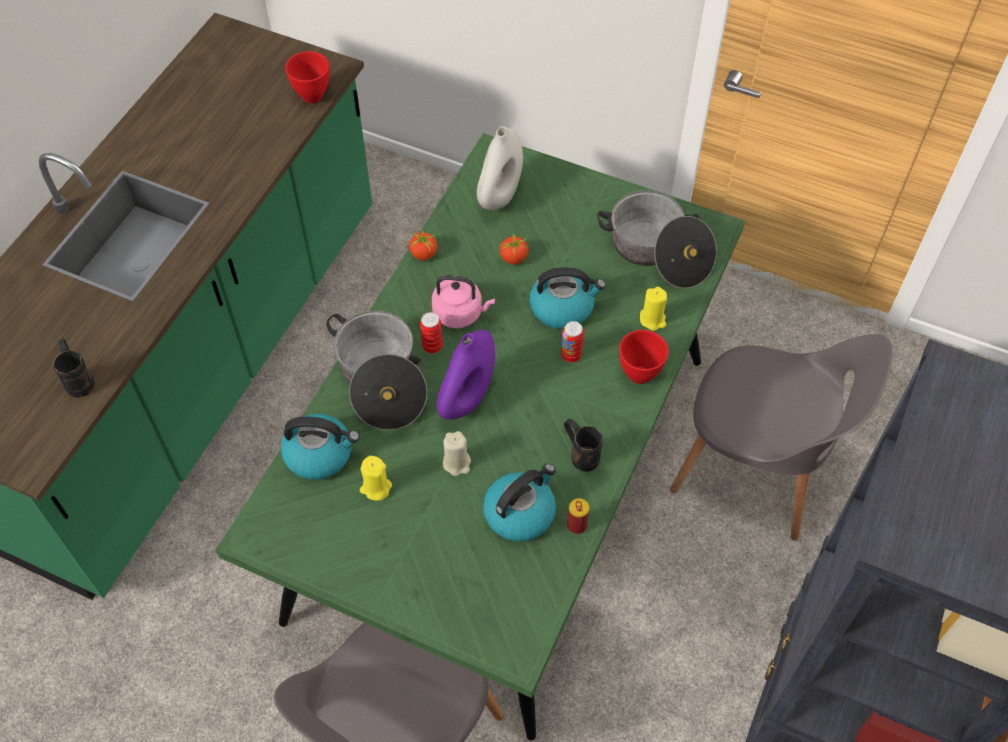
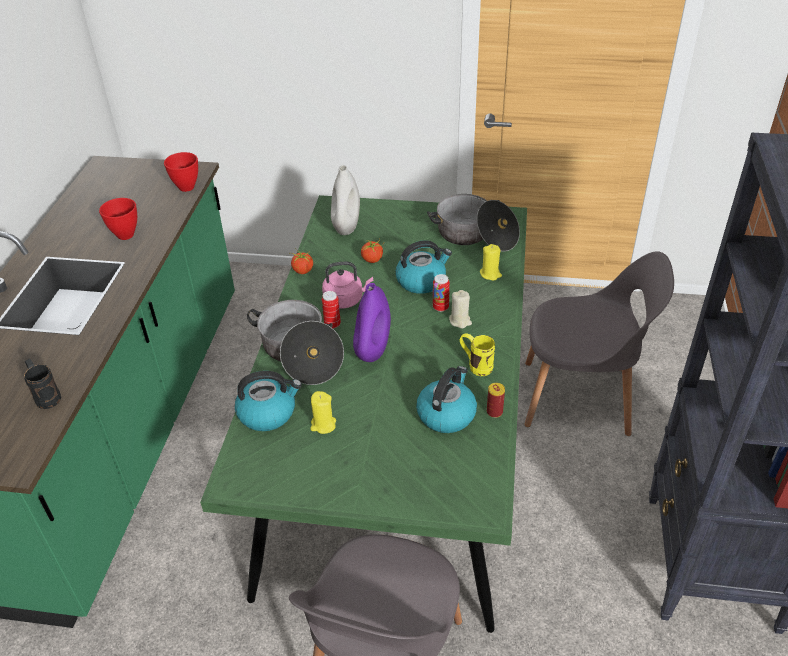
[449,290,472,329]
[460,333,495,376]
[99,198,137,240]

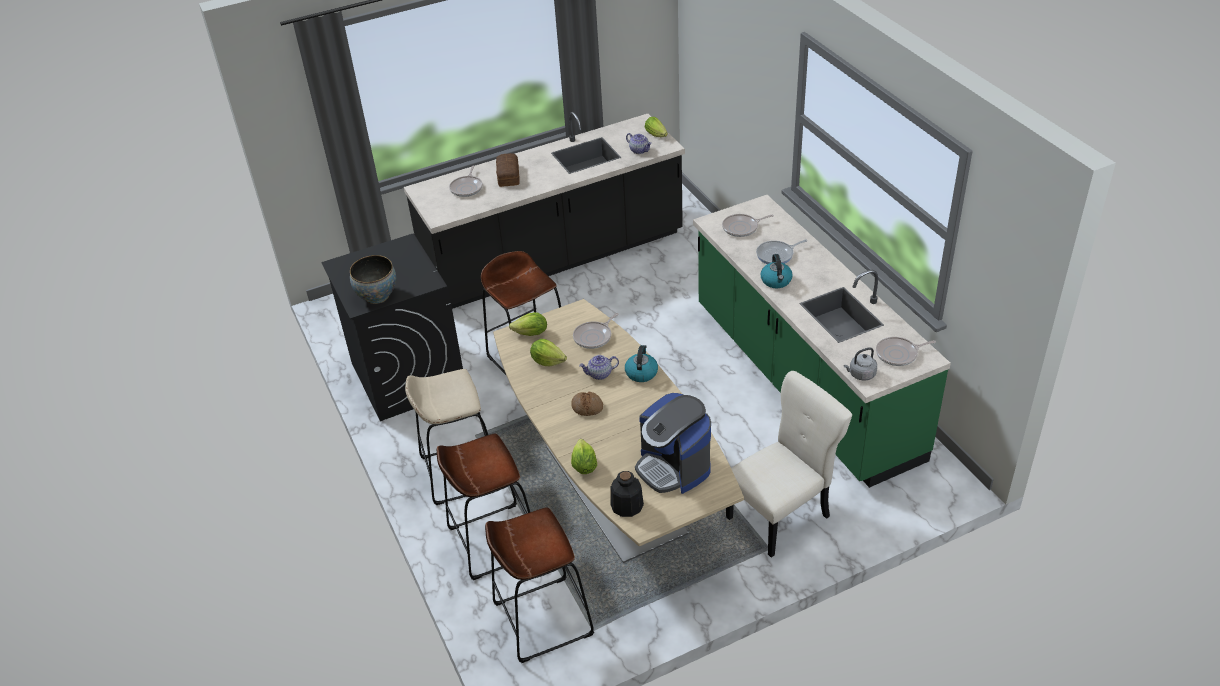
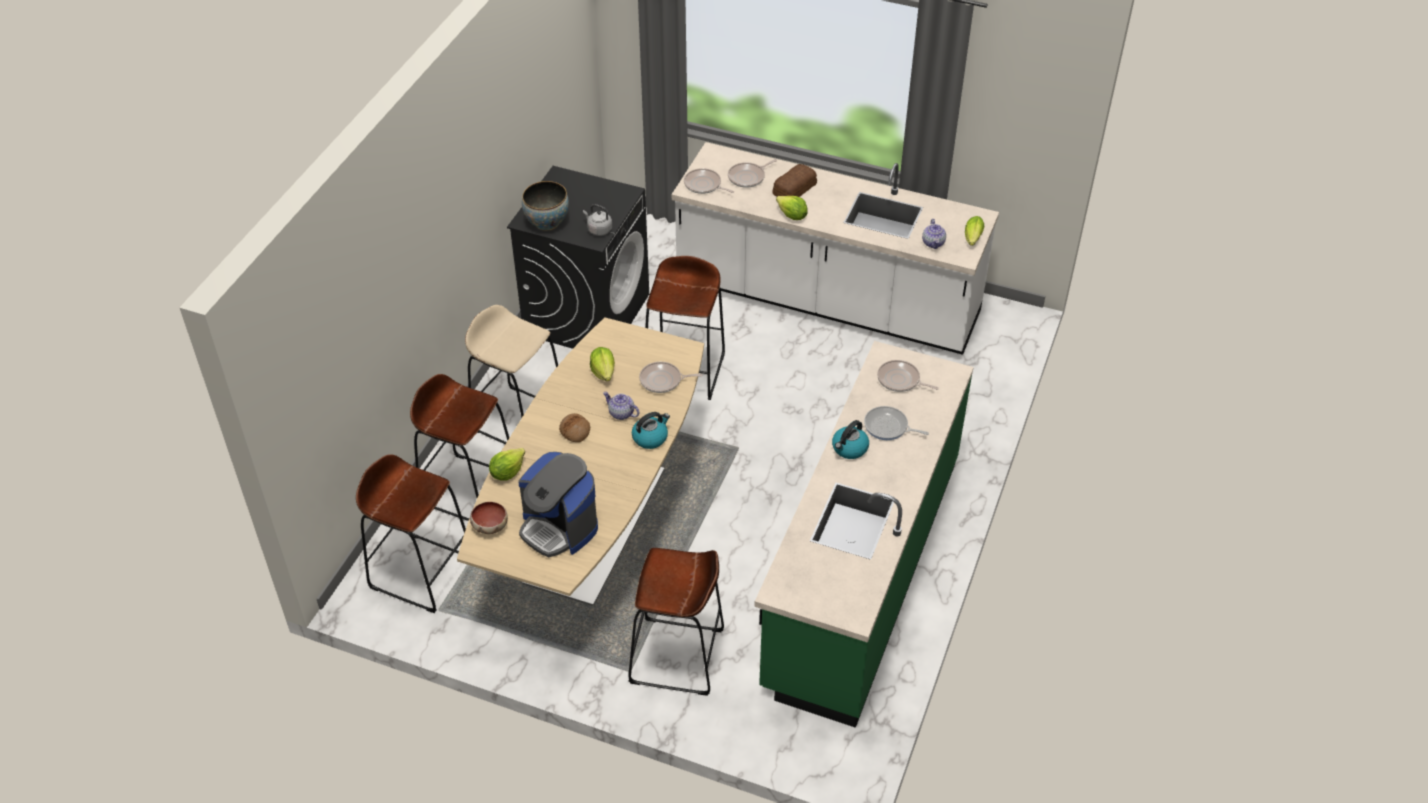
[672,142,999,355]
[776,196,808,220]
[470,502,508,534]
[518,452,598,557]
[628,548,724,696]
[583,204,612,236]
[684,168,734,194]

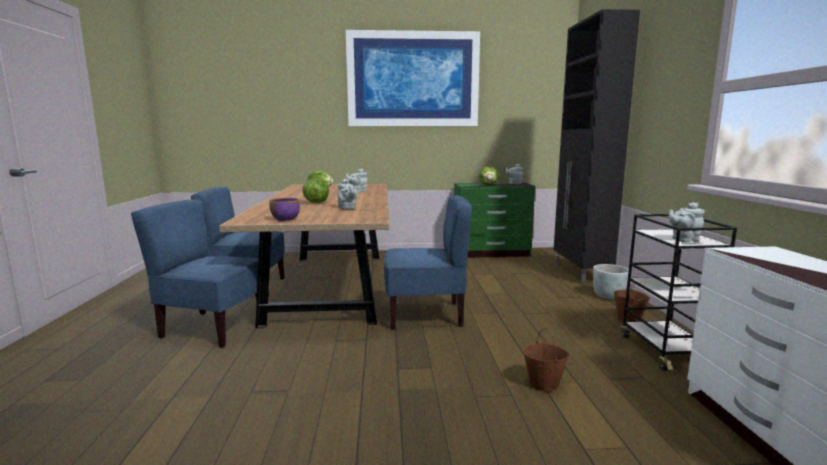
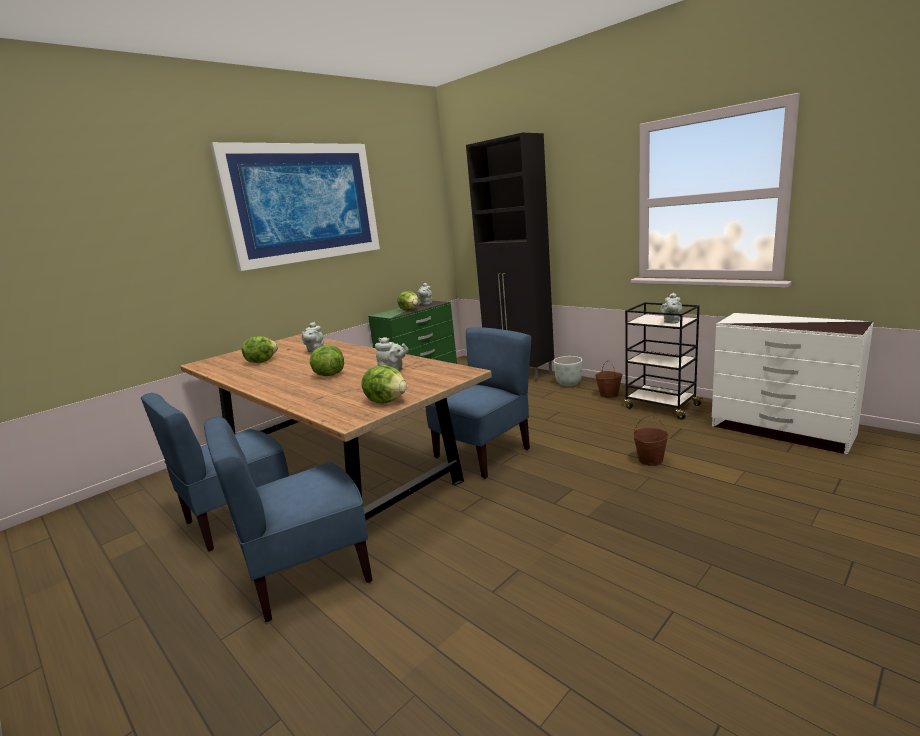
[361,365,407,403]

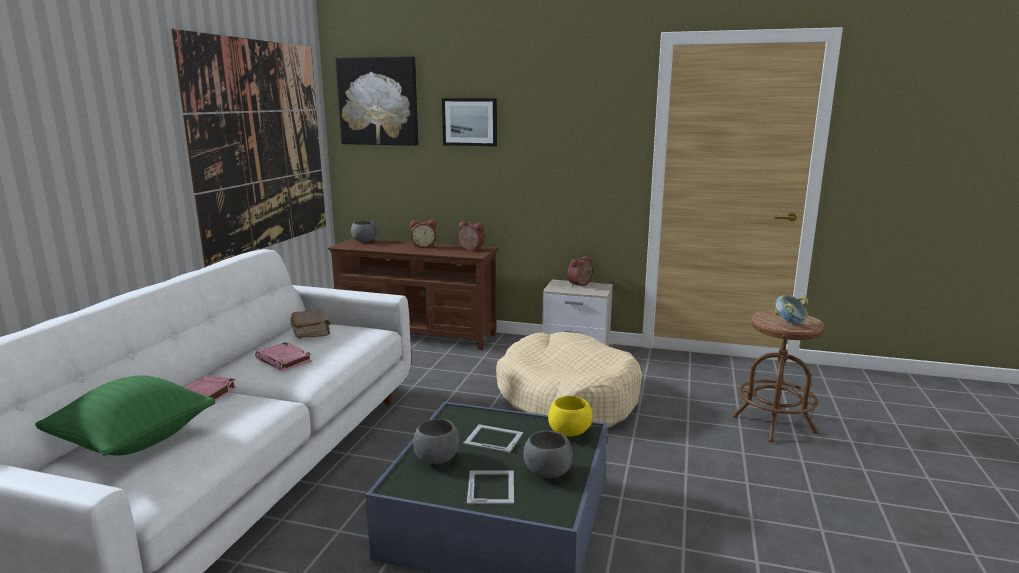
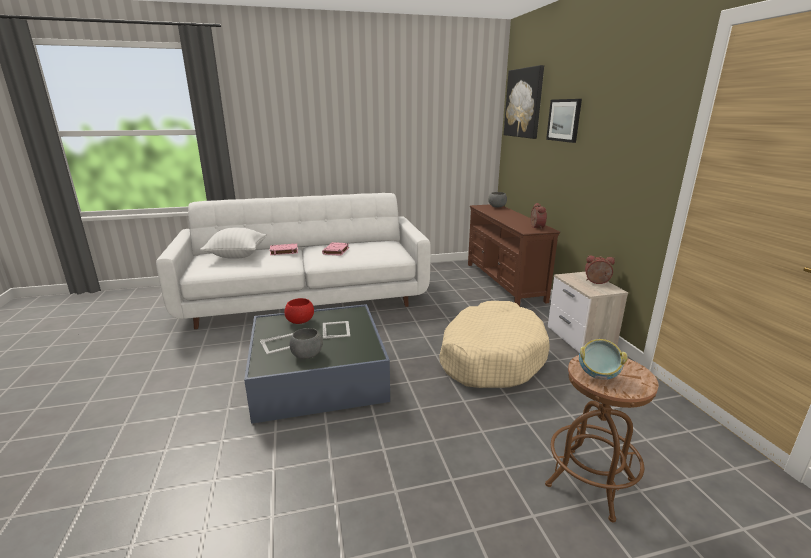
[200,227,267,259]
[171,29,326,267] (first image)
[290,309,331,339] (first image)
[410,220,436,248] (first image)
[284,298,314,324]
[548,396,592,437] (first image)

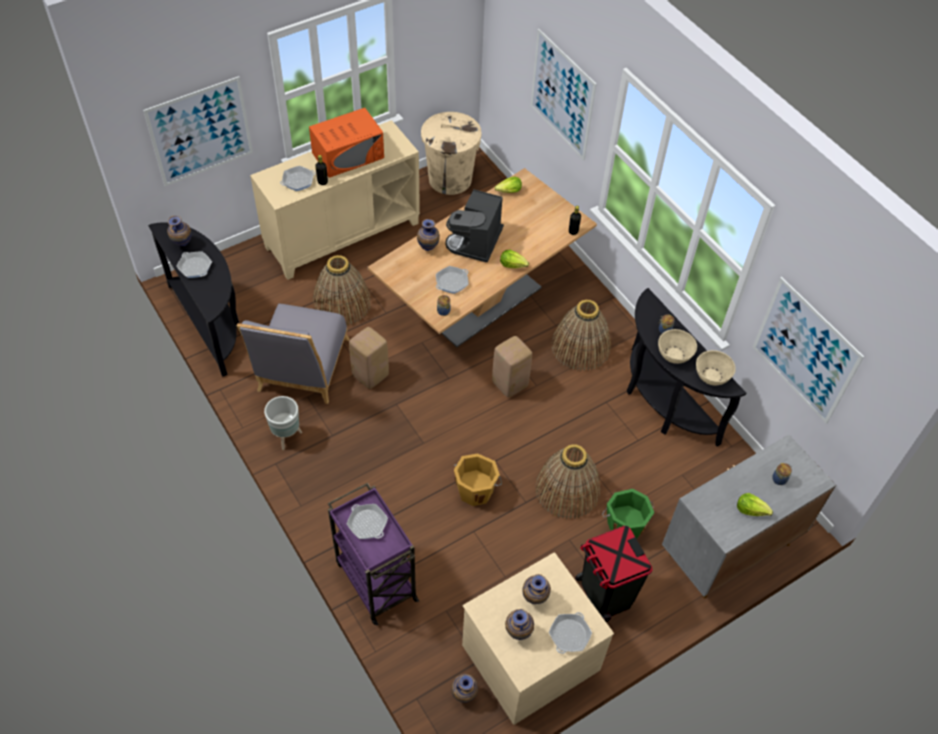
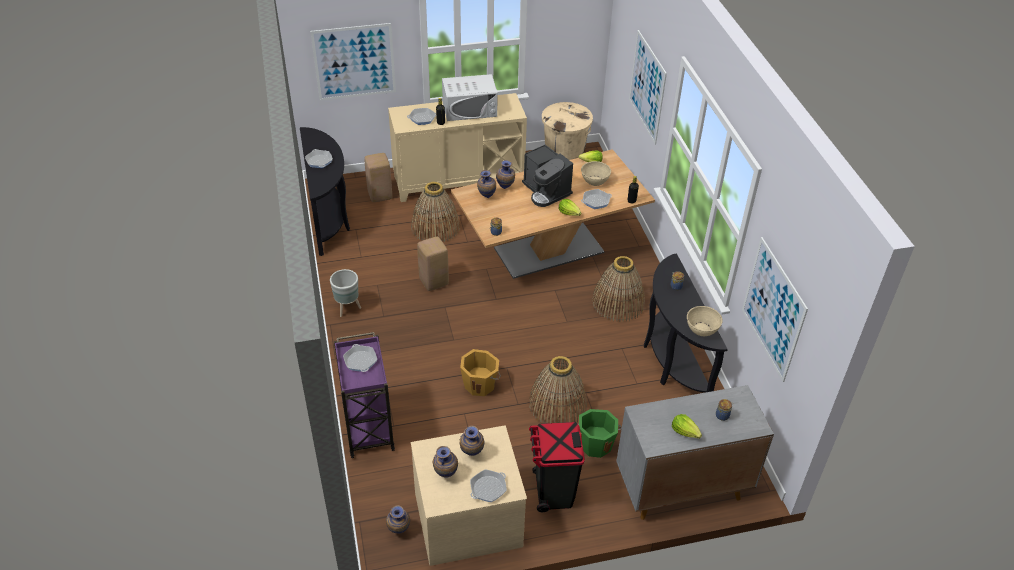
[477,170,496,198]
[236,304,350,404] (first image)
[442,74,498,121]
[581,189,612,209]
[522,145,573,207]
[364,153,392,202]
[581,161,611,186]

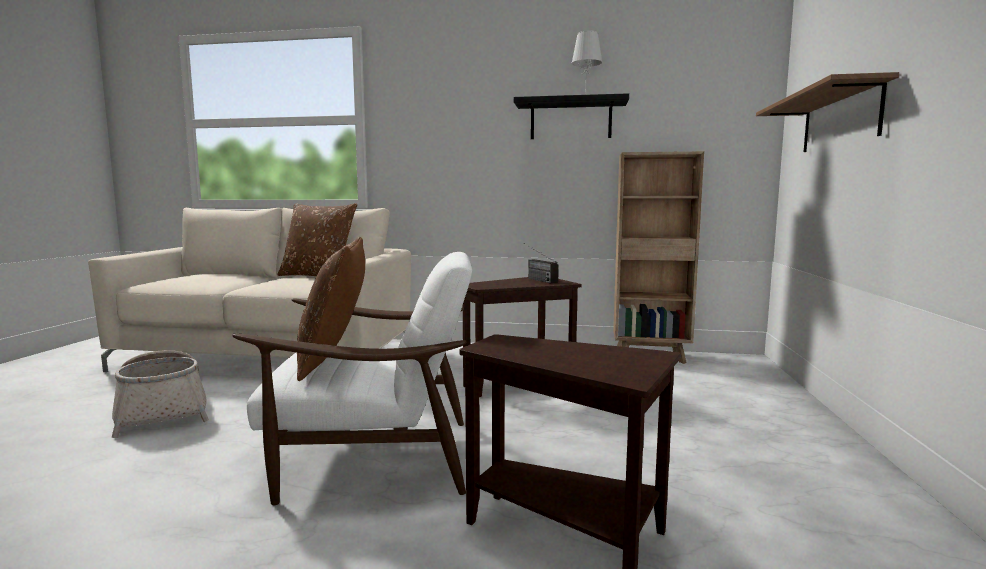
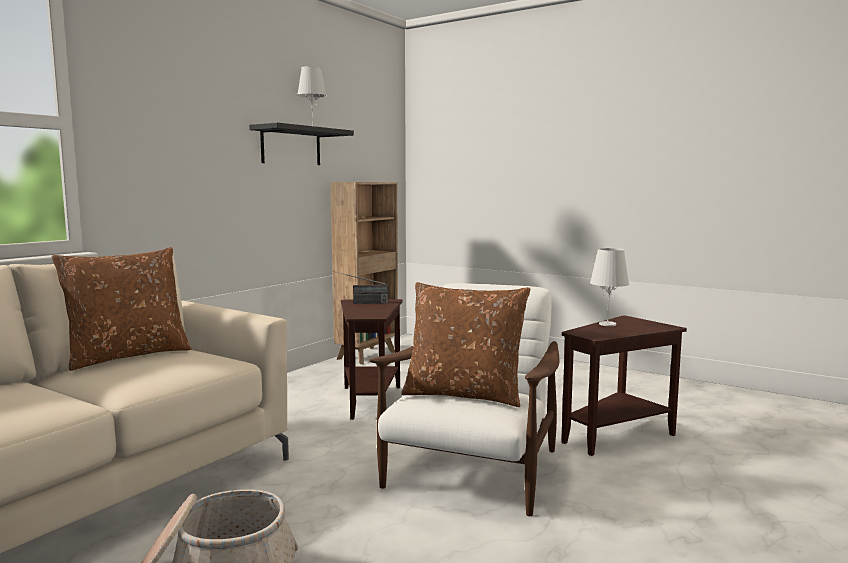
[756,72,899,152] (first image)
[590,248,629,326]

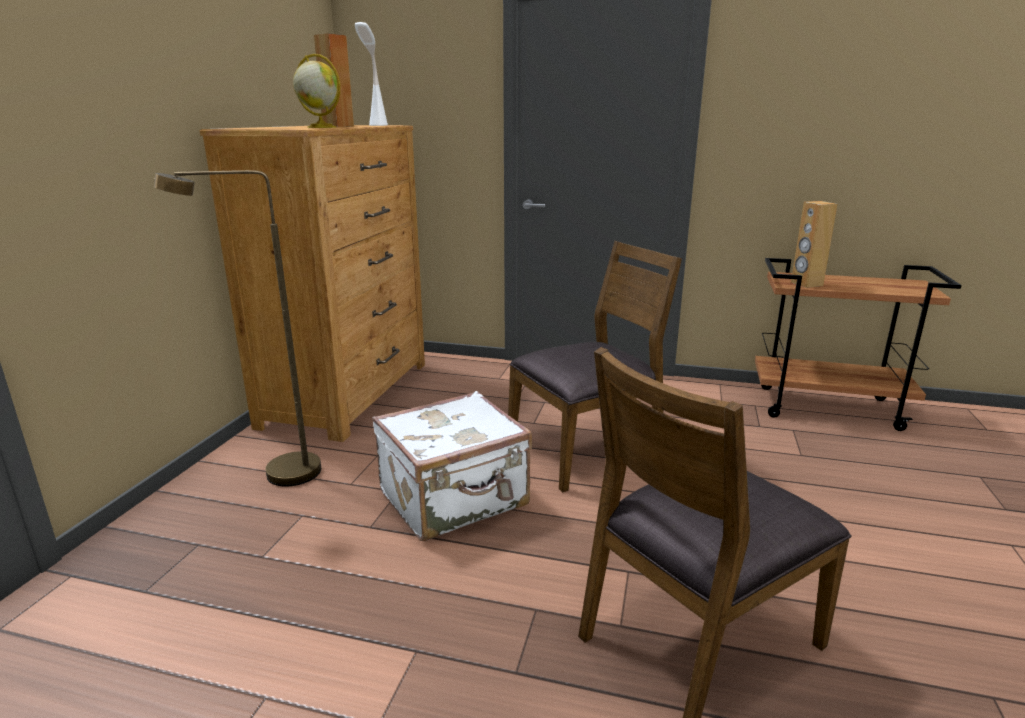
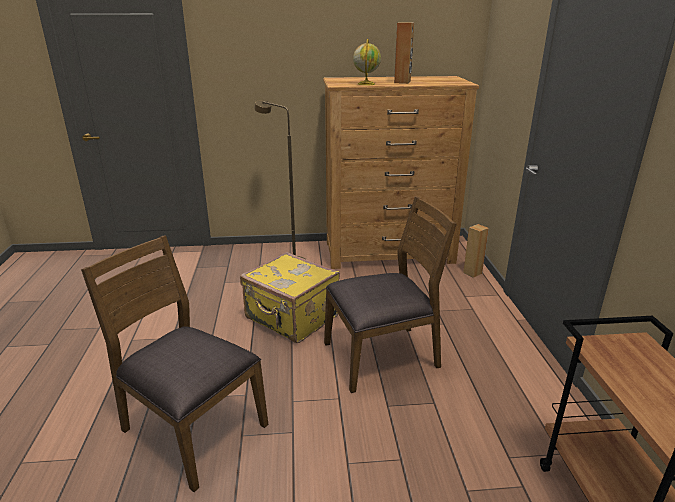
[355,22,388,126] (first image)
[240,252,340,343]
[324,196,457,393]
[463,224,489,278]

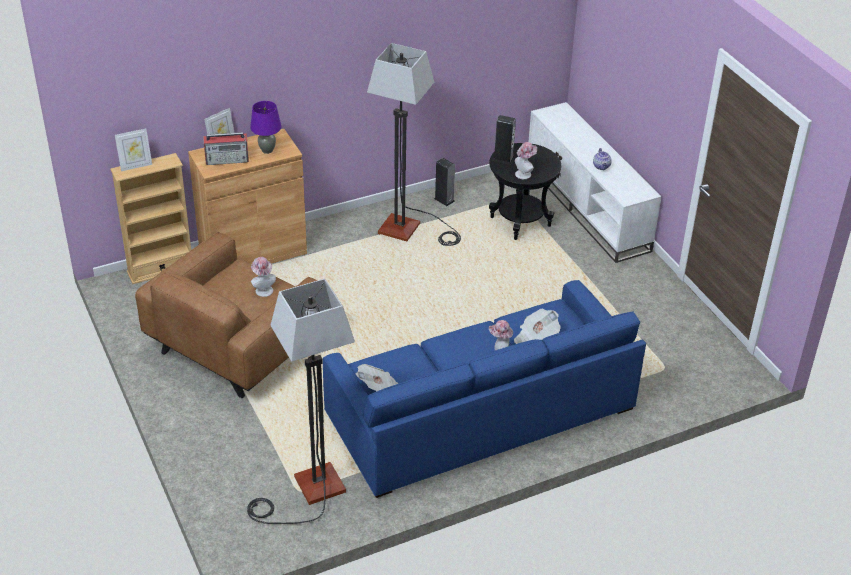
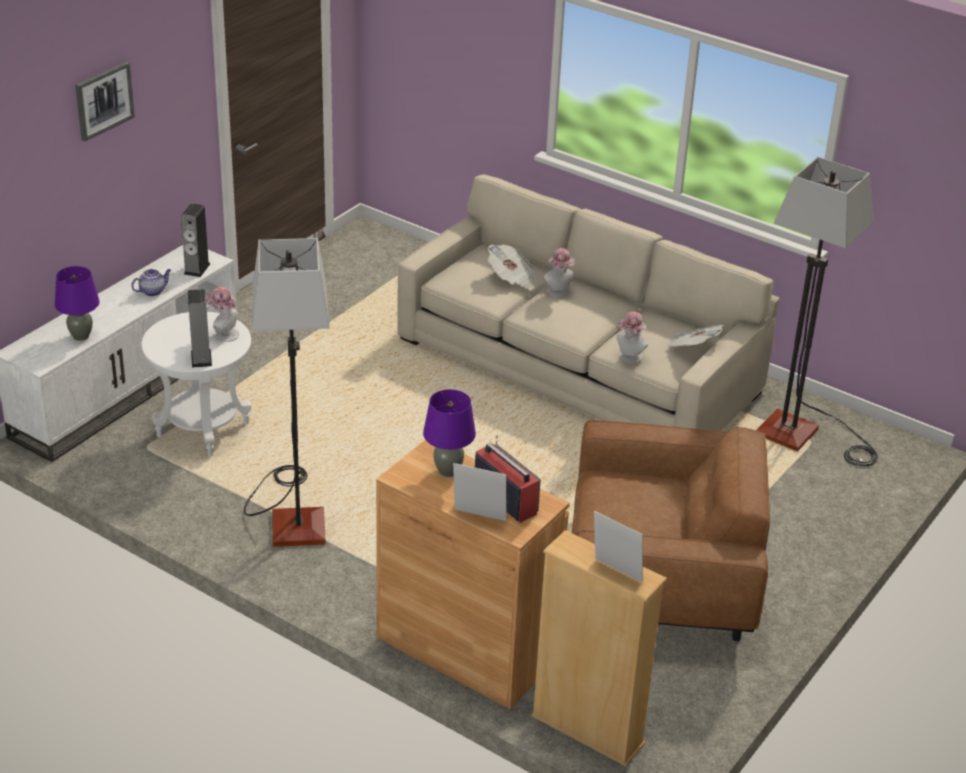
[617,312,648,363]
[397,174,780,431]
[181,203,210,277]
[141,312,251,457]
[55,266,99,341]
[75,61,135,141]

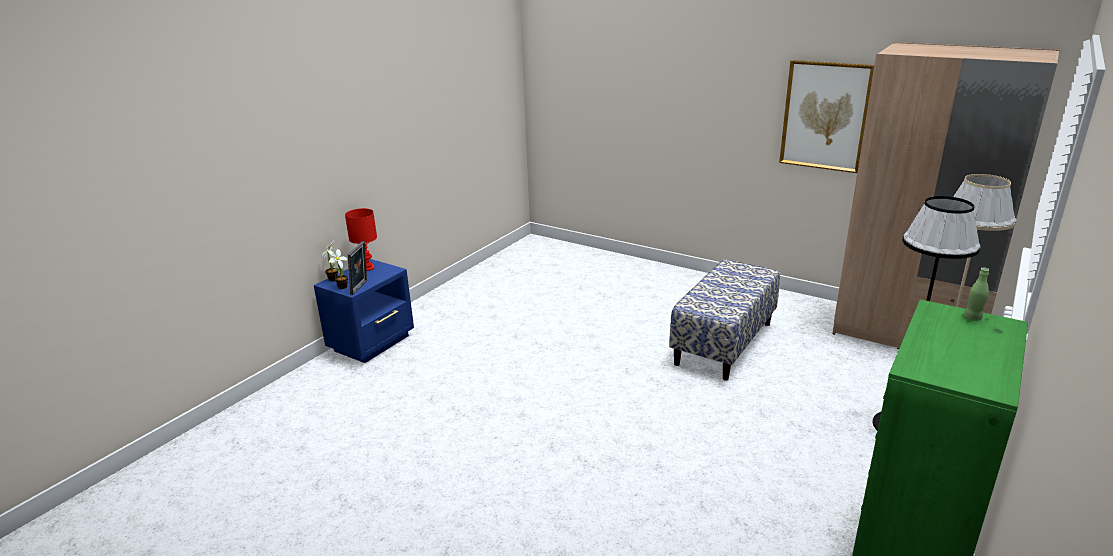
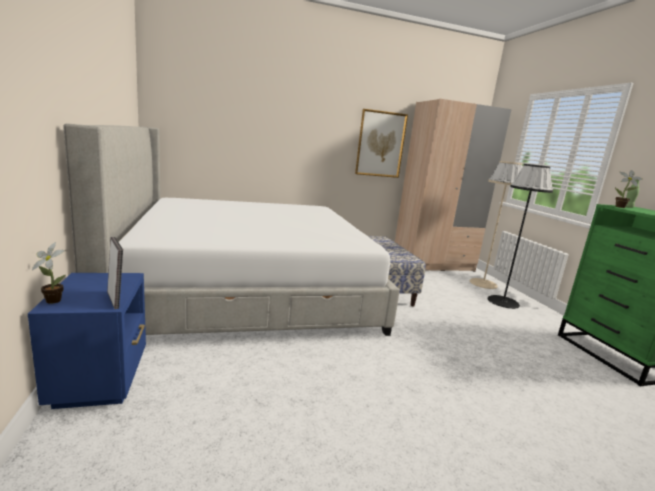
[615,170,643,208]
[345,208,377,271] (first image)
[63,123,400,336]

